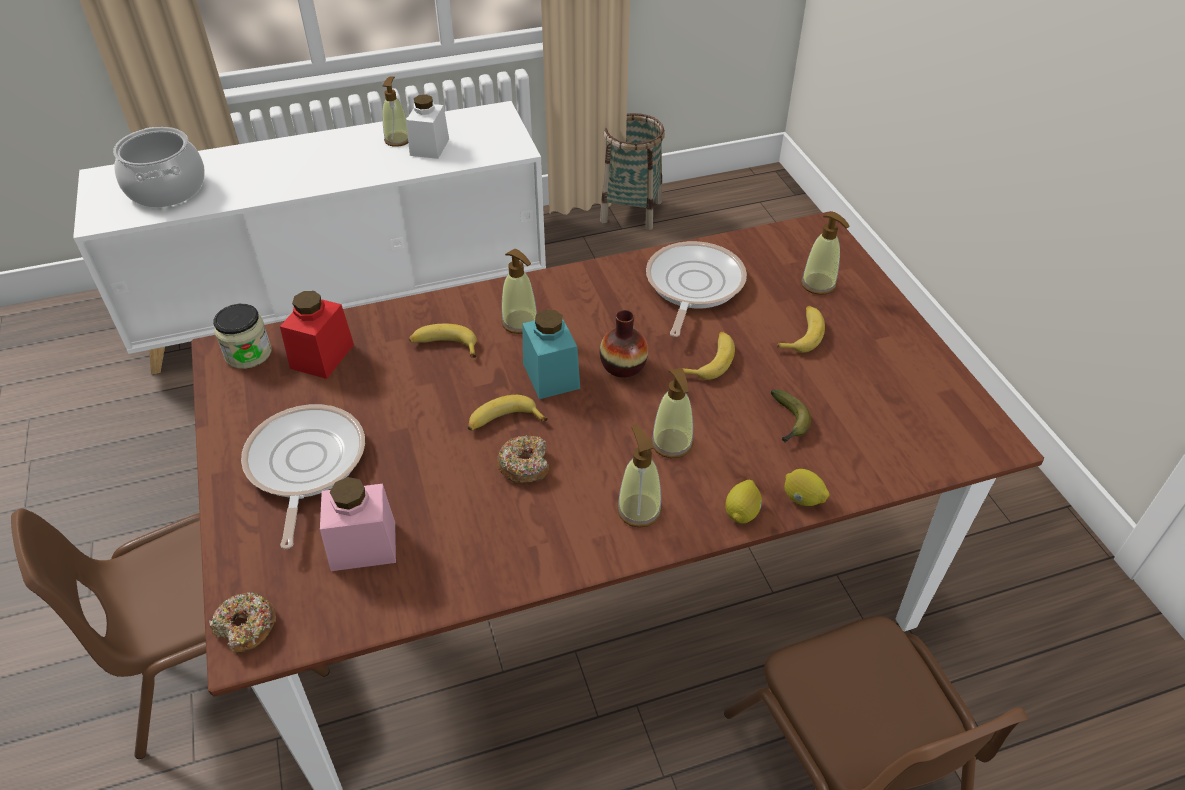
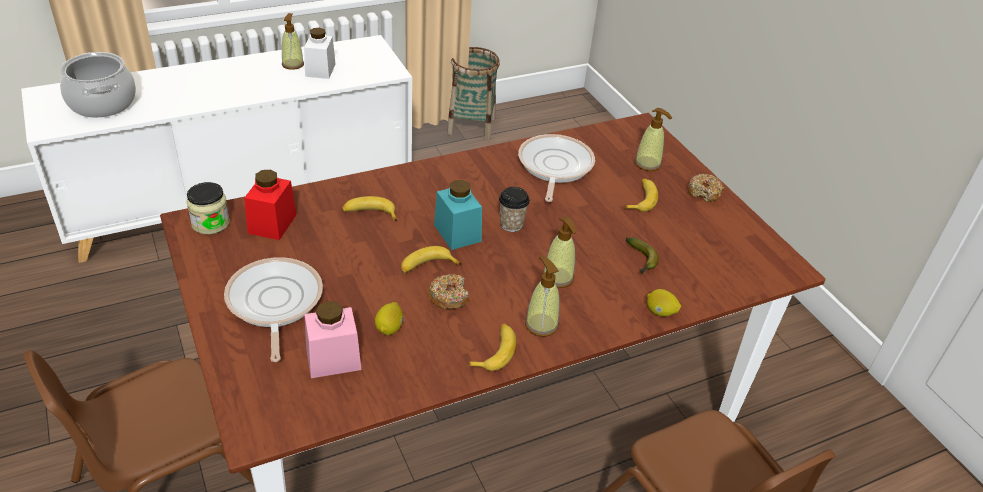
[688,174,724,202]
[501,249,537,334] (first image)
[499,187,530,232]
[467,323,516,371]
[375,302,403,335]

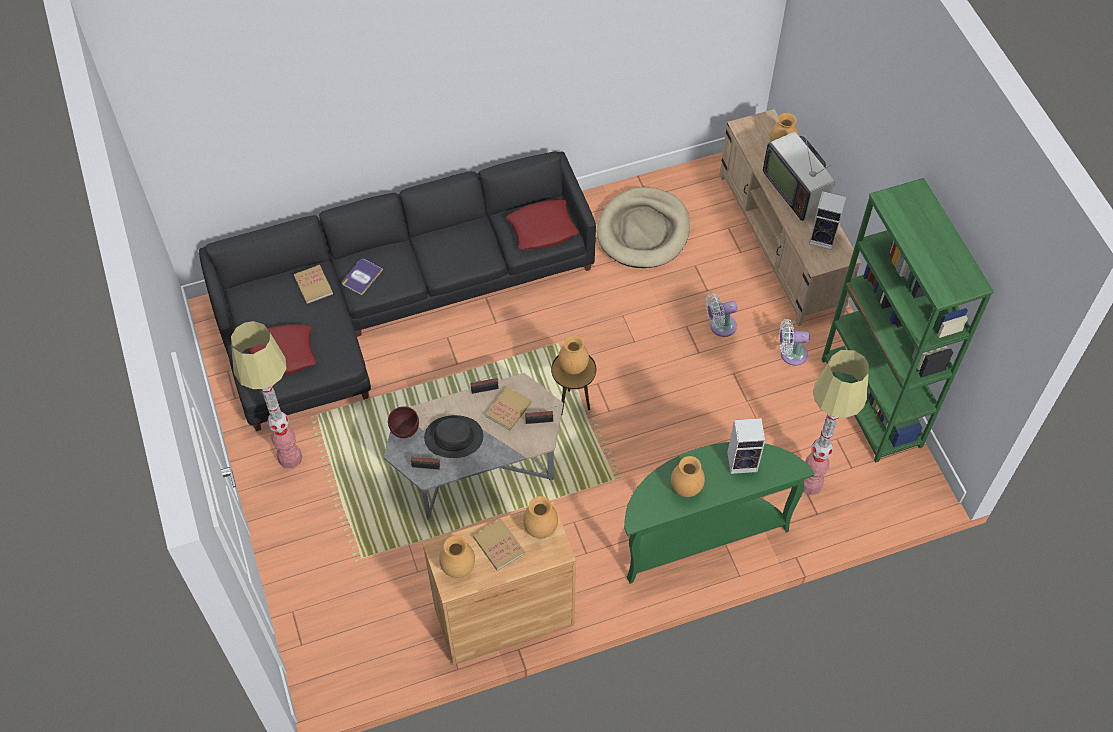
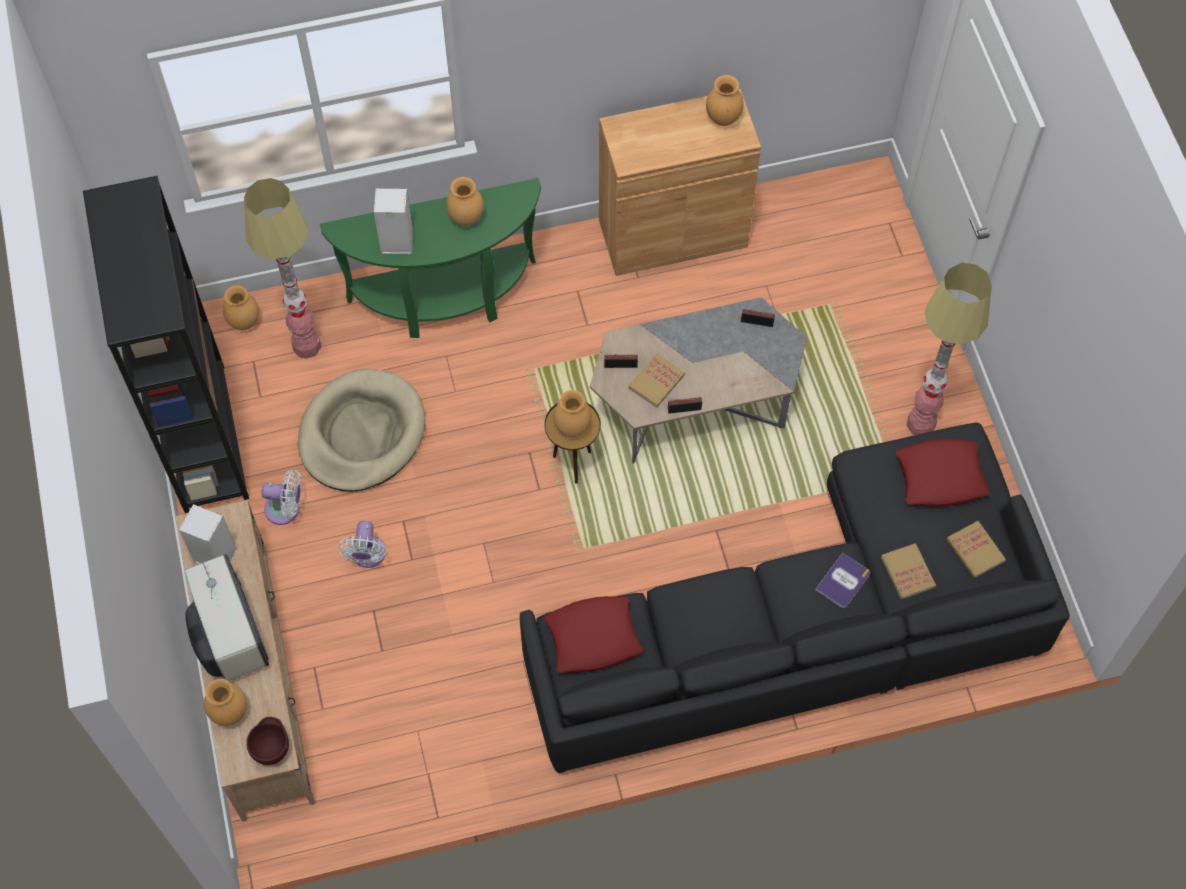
[246,717,289,765]
[424,415,483,458] (first image)
[946,521,1006,578]
[223,285,259,330]
[298,368,425,492]
[338,521,387,568]
[83,176,249,513]

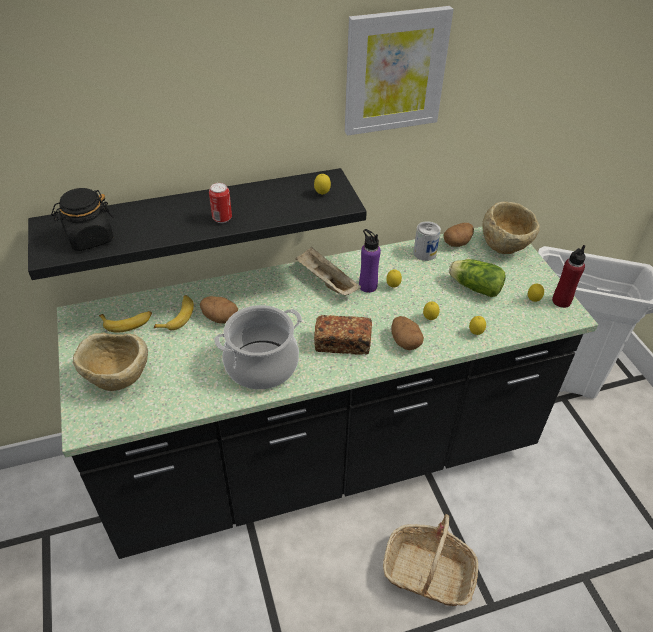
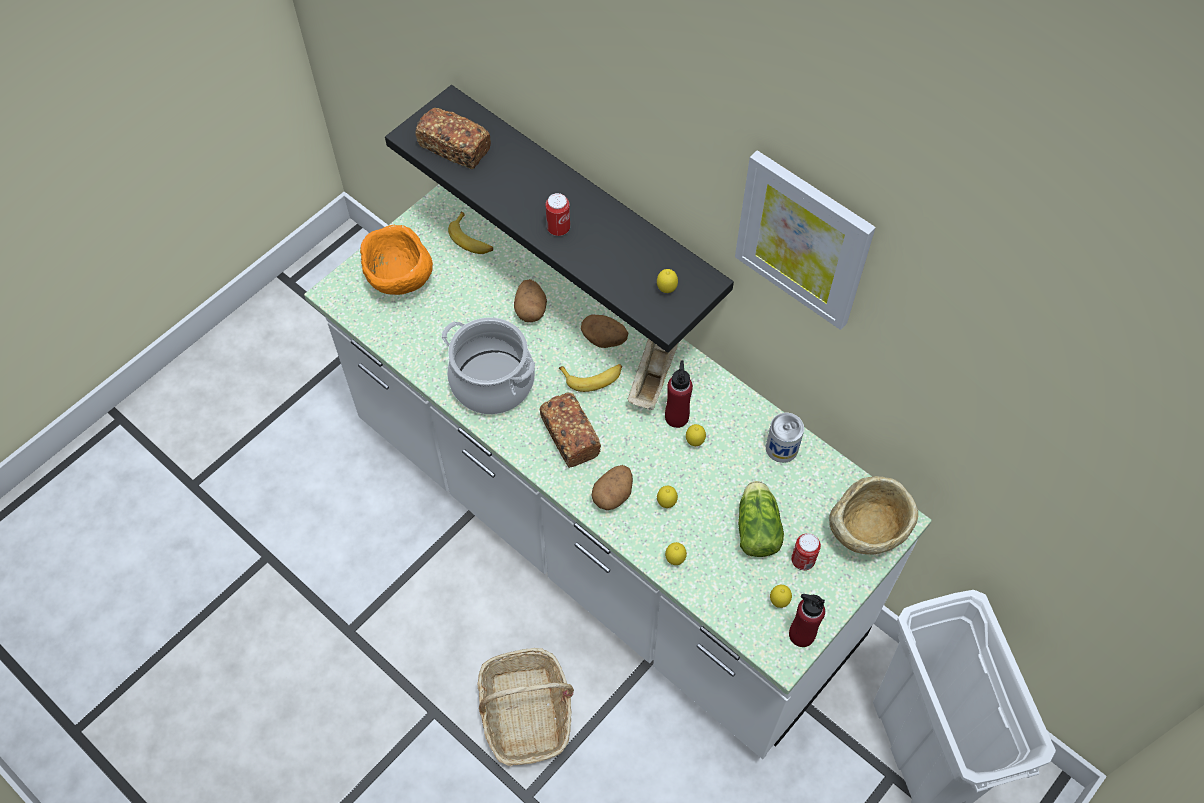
[415,107,491,169]
[304,184,932,759]
[360,225,433,295]
[559,364,622,392]
[665,360,693,428]
[581,314,629,348]
[791,533,821,570]

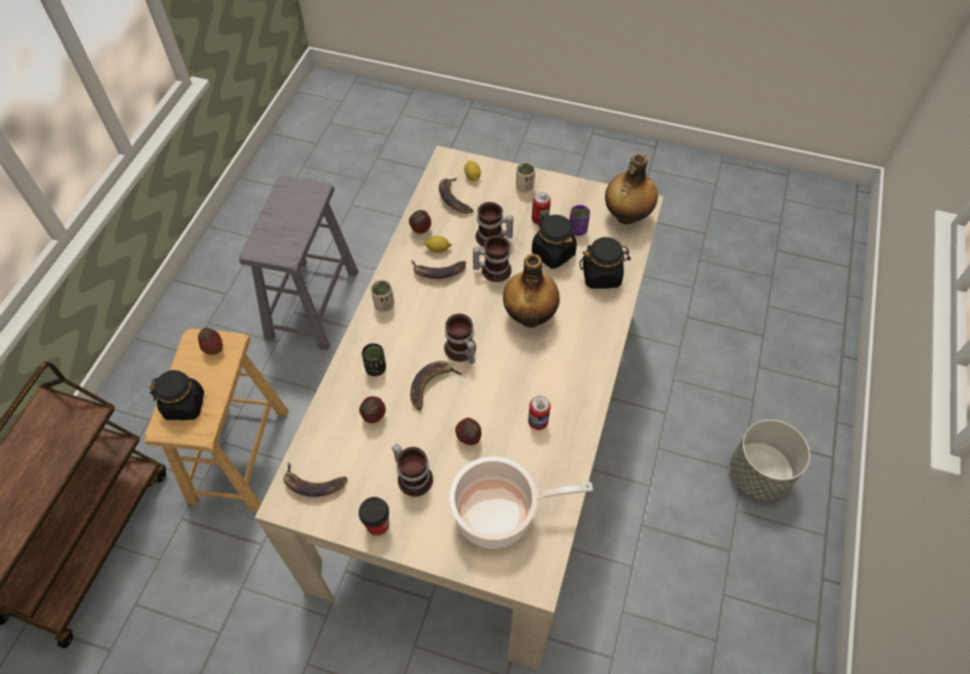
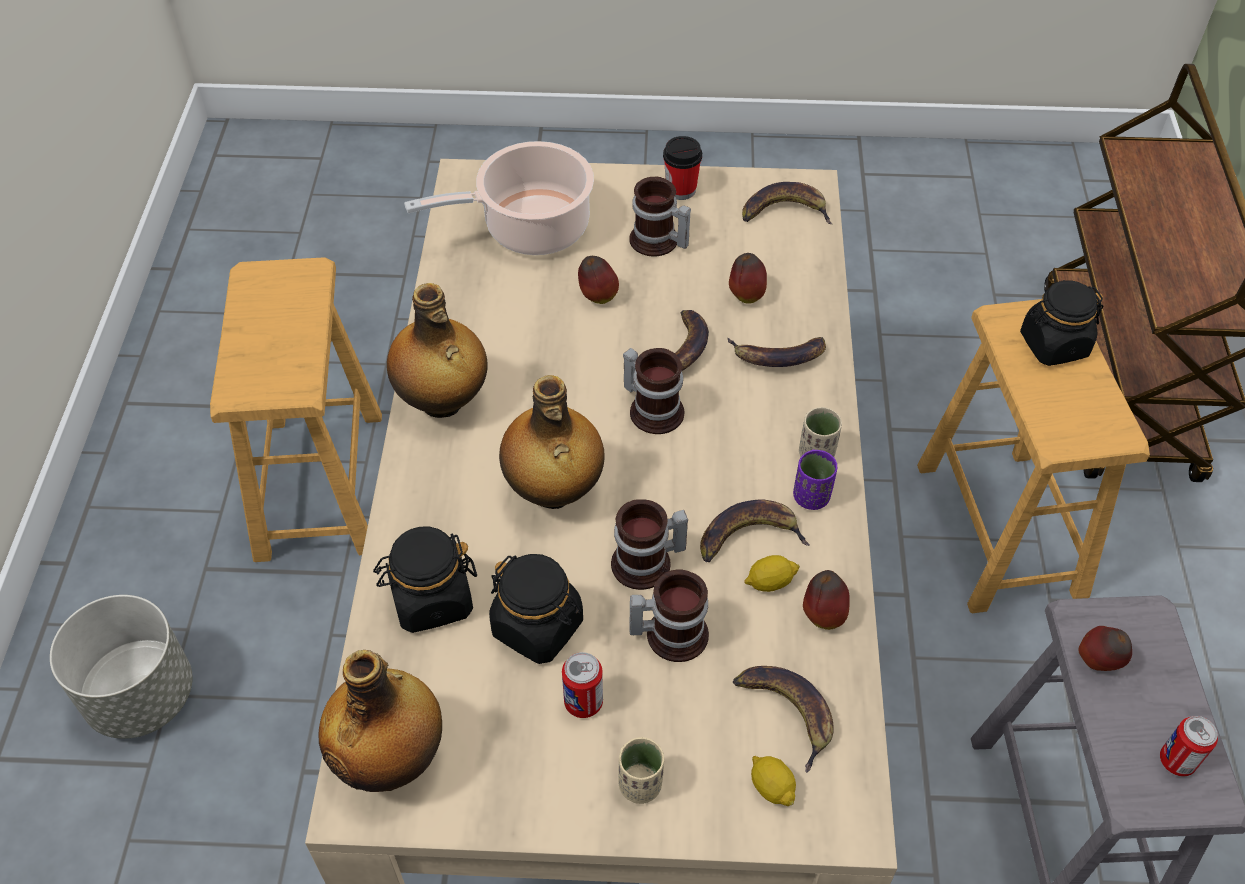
[1078,626,1132,671]
[728,337,826,367]
[1160,716,1218,776]
[793,449,837,510]
[210,257,382,562]
[387,283,487,418]

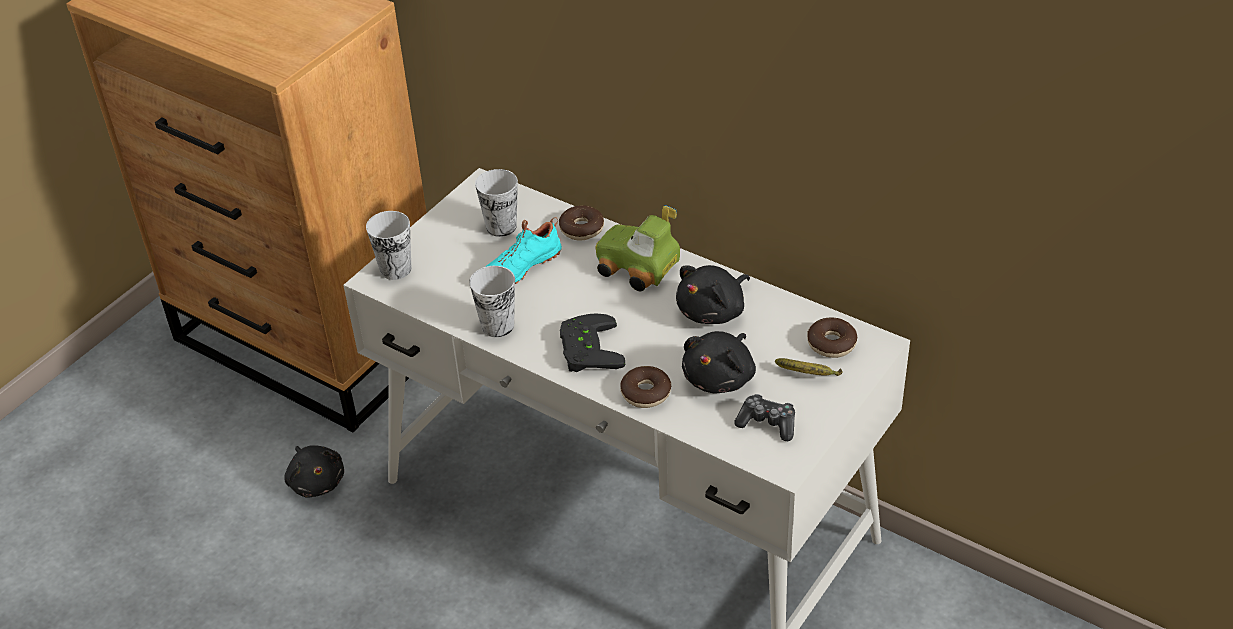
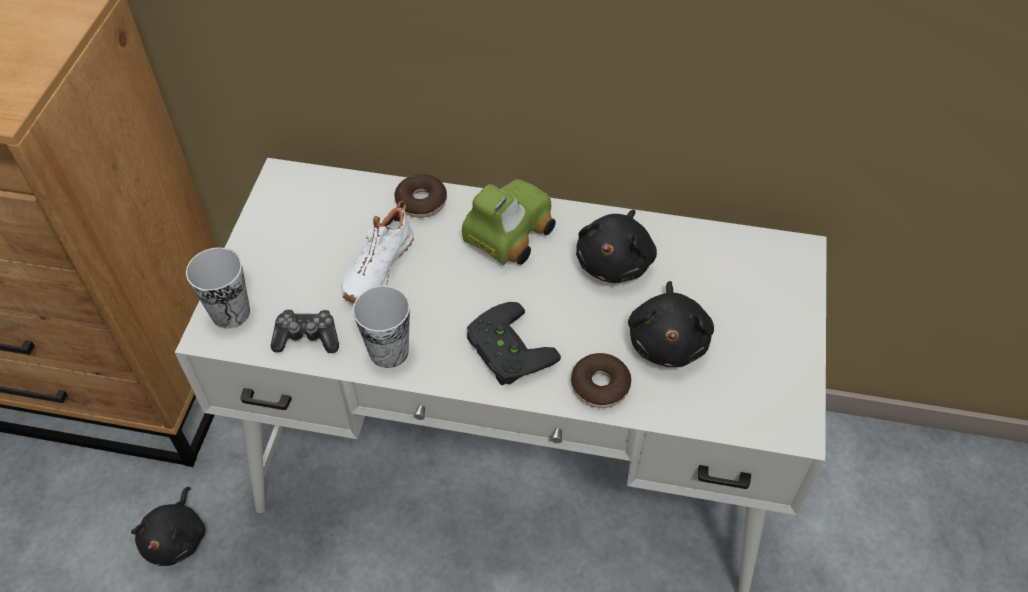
[131,487,206,566]
[475,169,518,237] (first image)
[342,201,414,303]
[462,179,556,265]
[271,309,339,353]
[775,358,843,376] (first image)
[807,317,857,358] (first image)

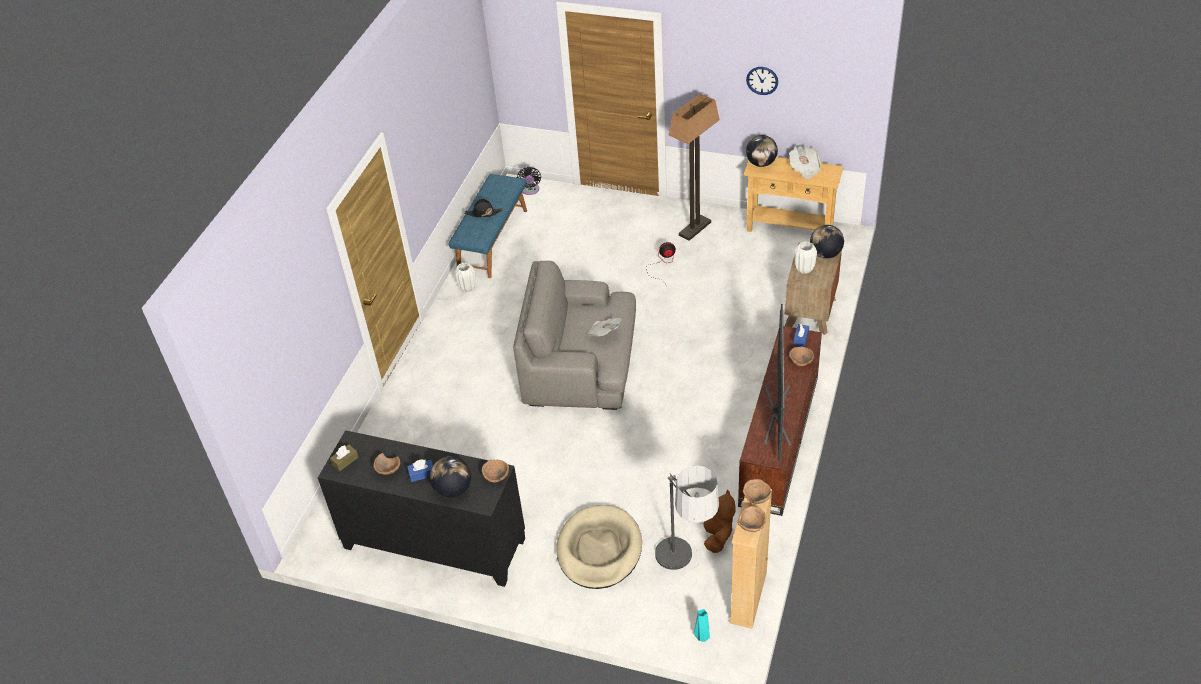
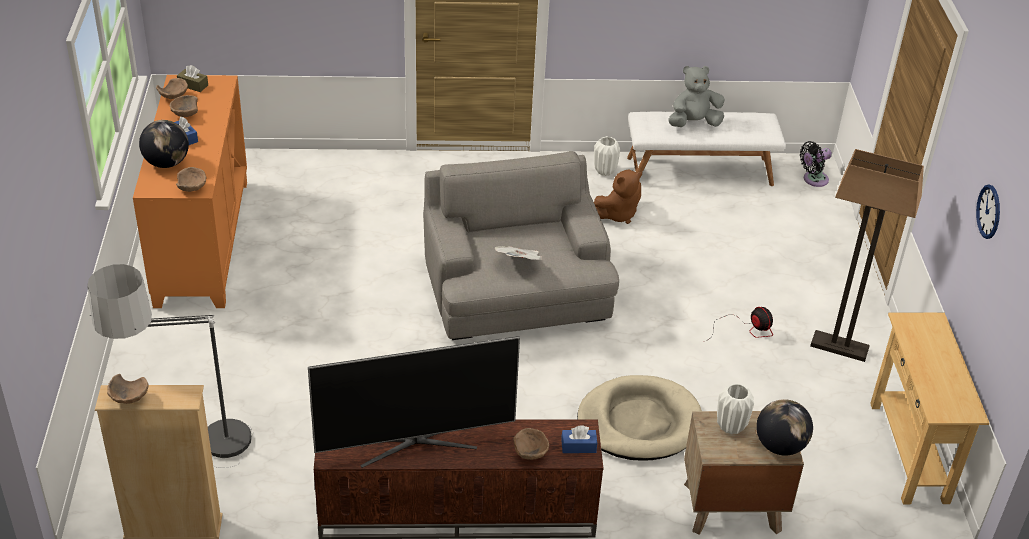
[133,75,247,308]
[627,112,786,186]
[668,66,724,127]
[577,375,702,461]
[694,609,710,642] (first image)
[594,169,642,224]
[156,78,188,99]
[746,135,778,167] (first image)
[789,144,821,180] (first image)

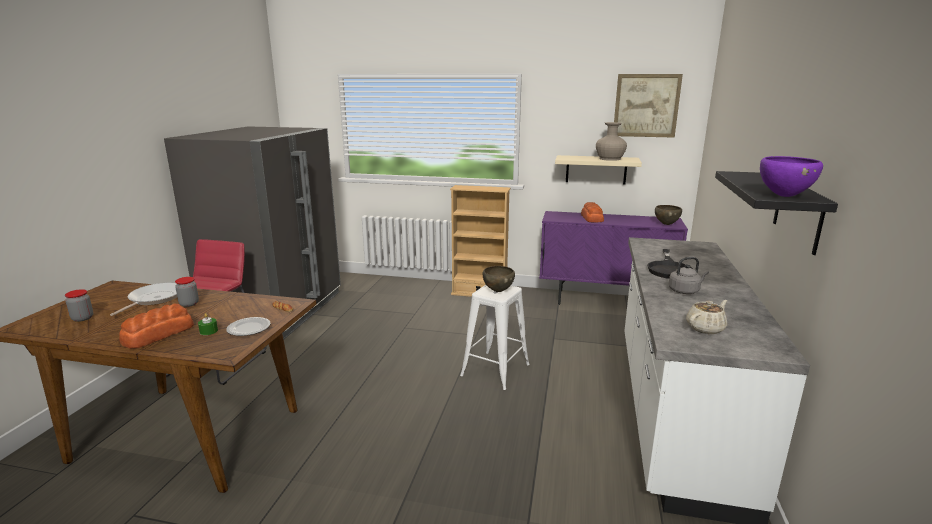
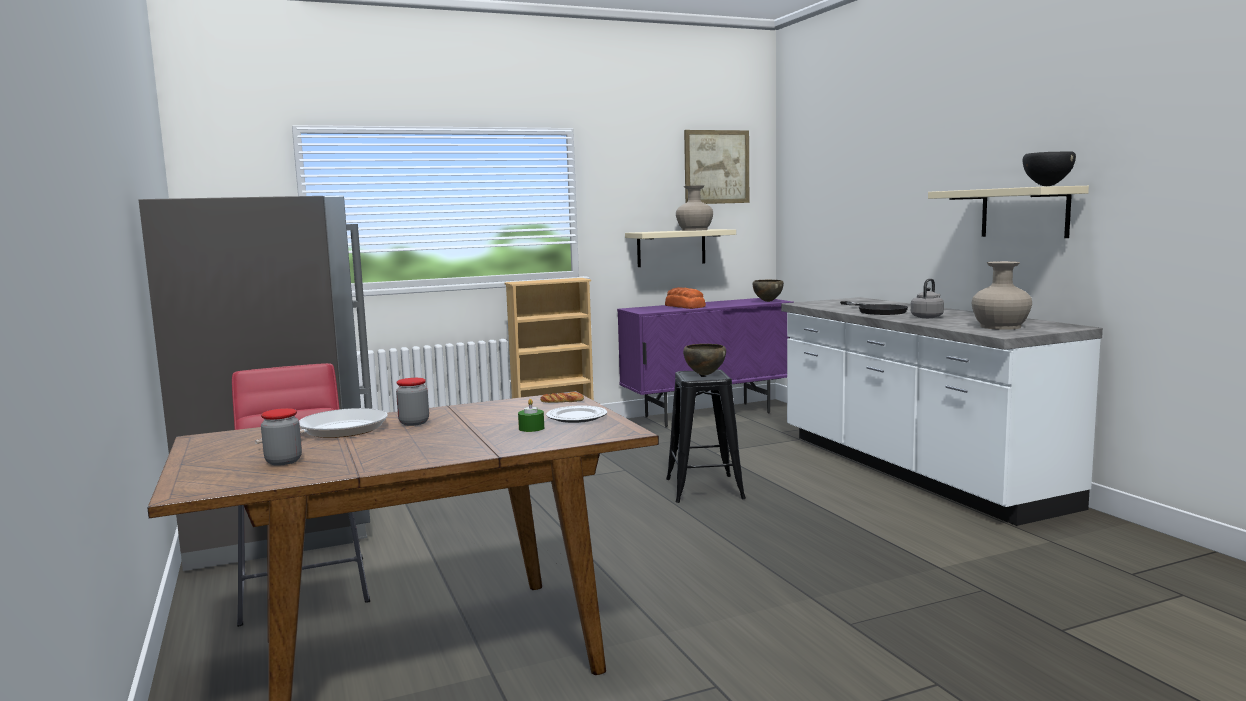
[255,408,388,444]
[119,304,194,348] (first image)
[666,369,746,503]
[972,261,1032,330]
[928,186,1089,238]
[1023,151,1076,186]

